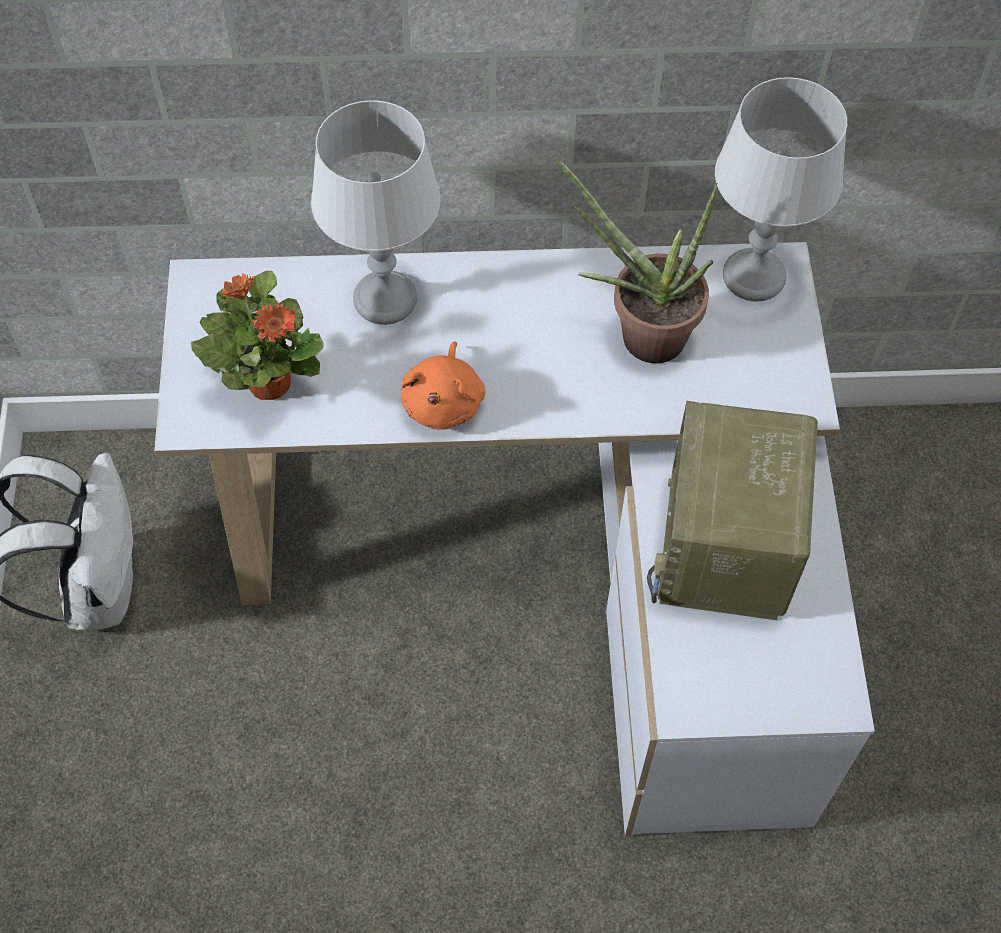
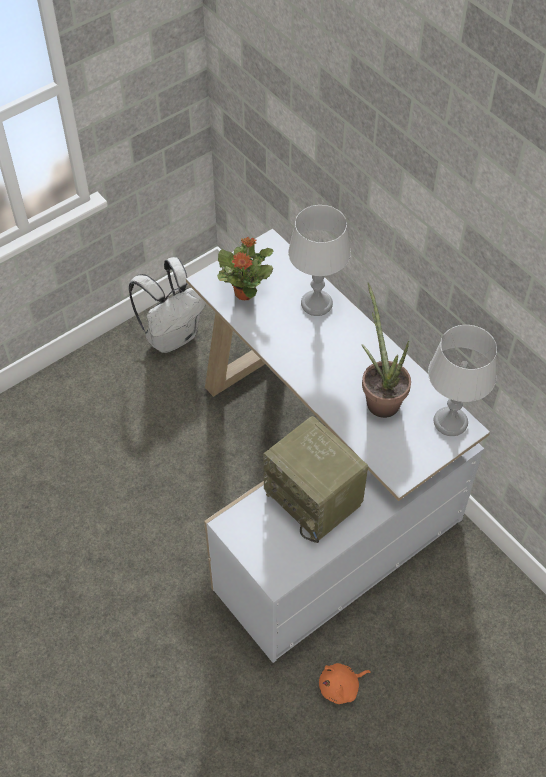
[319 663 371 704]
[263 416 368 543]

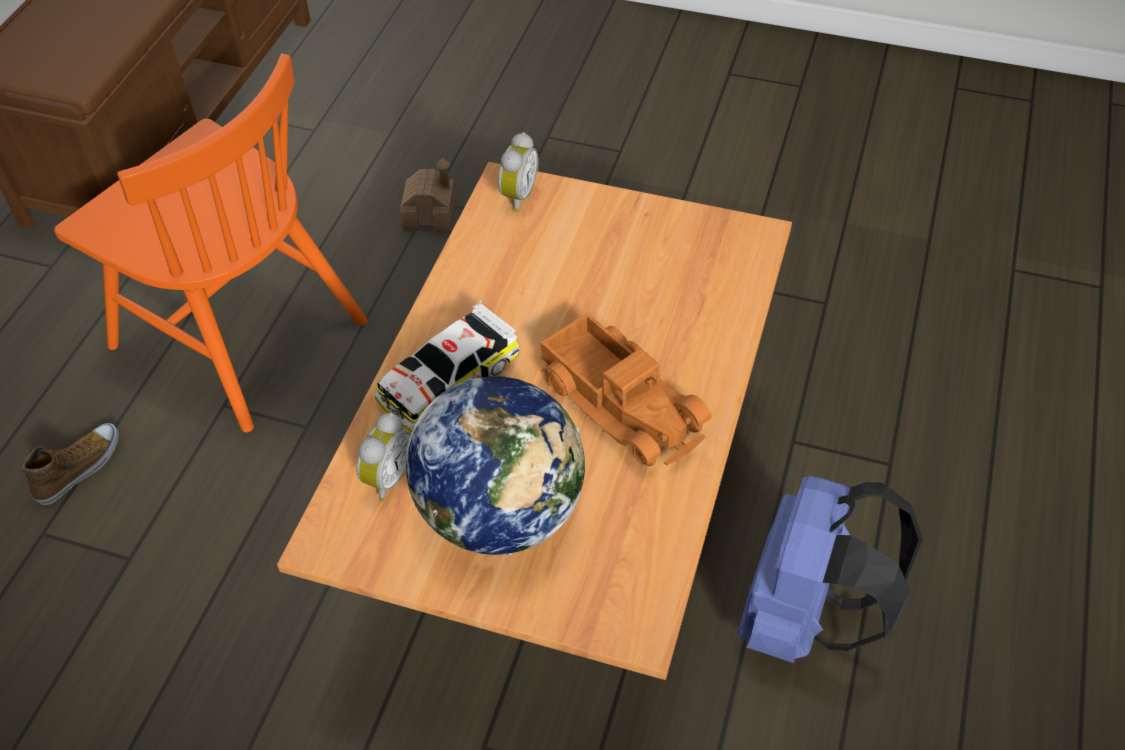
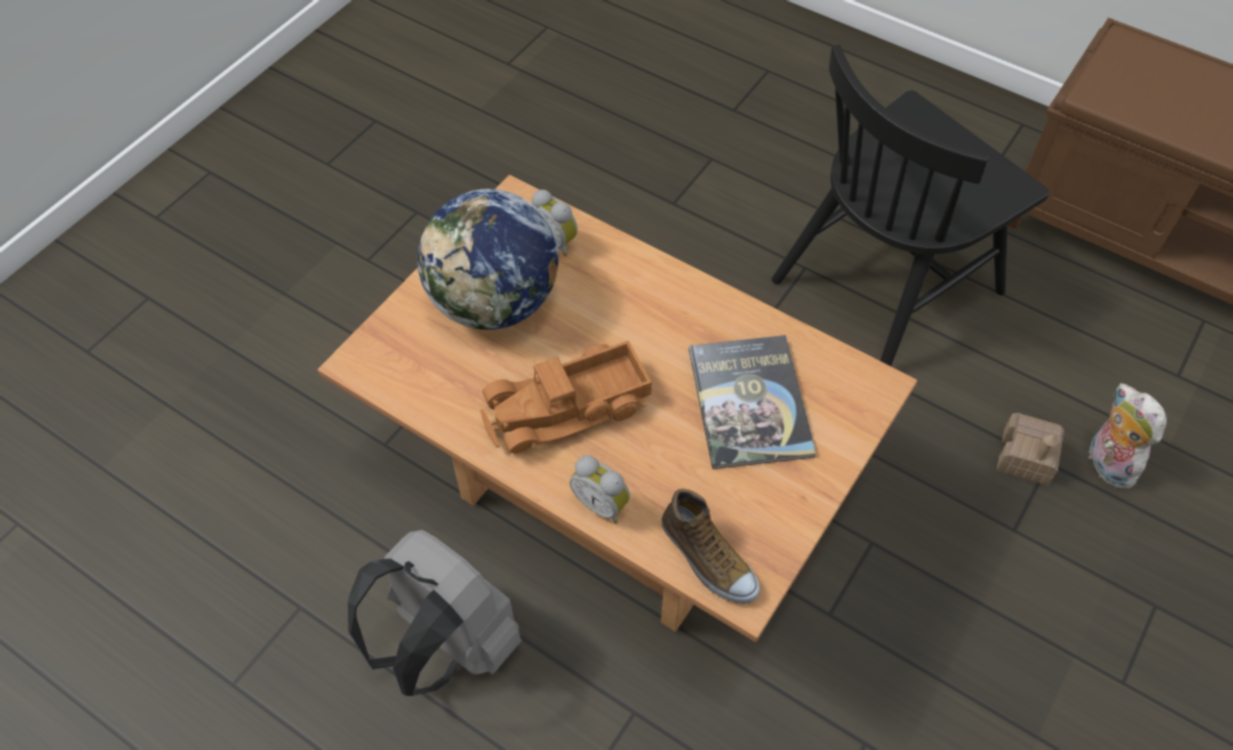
[772 45 1049 366]
[570 455 630 524]
[374 300 519 433] (first image)
[661 489 760 604]
[348 530 522 696]
[689 335 816 469]
[1087 383 1167 489]

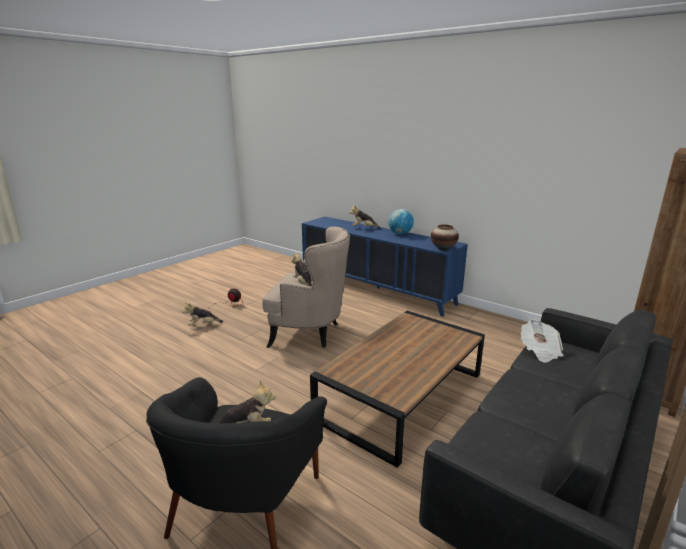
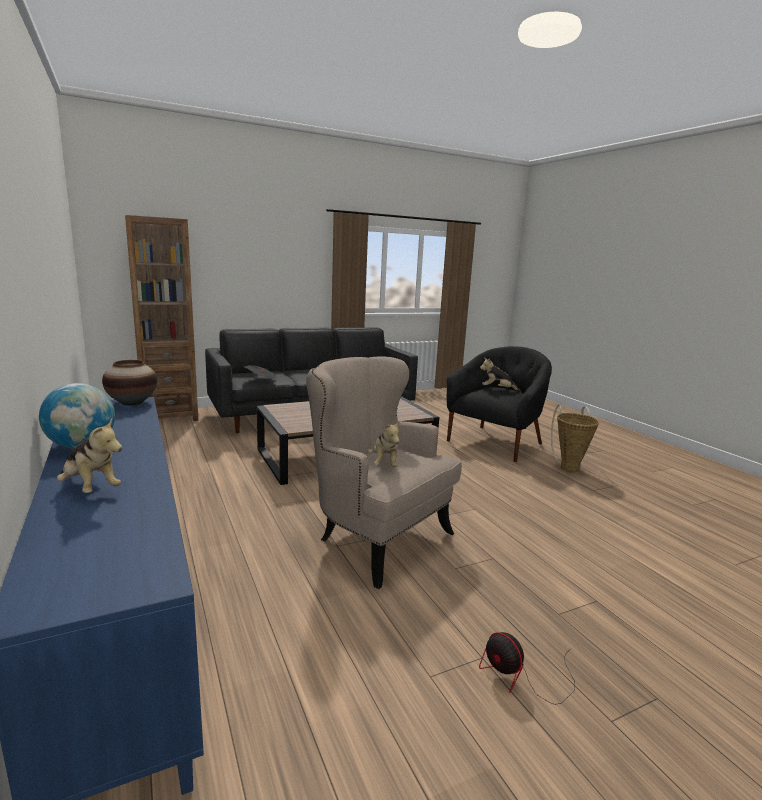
[183 302 223 326] (first image)
[551 404 599 473]

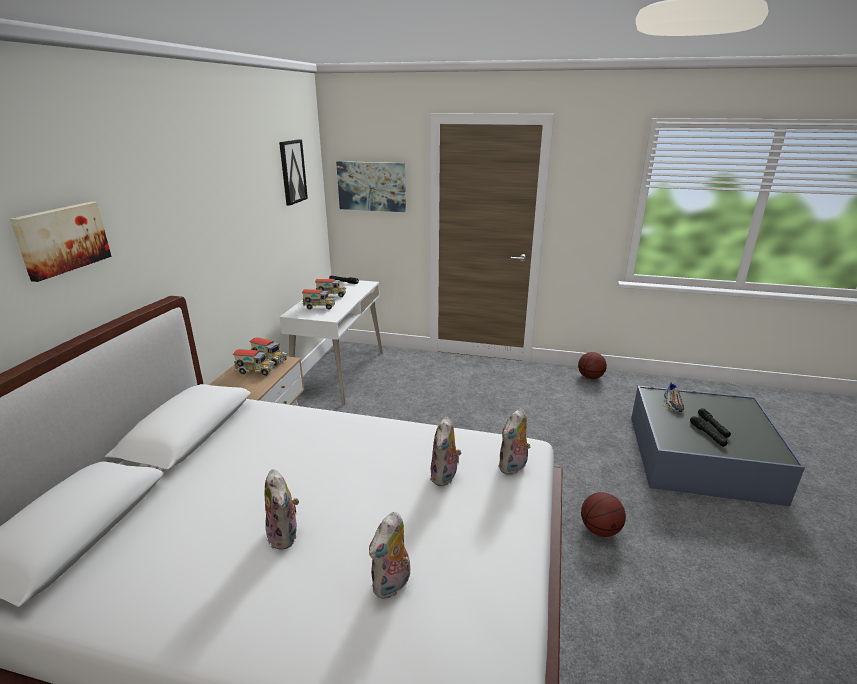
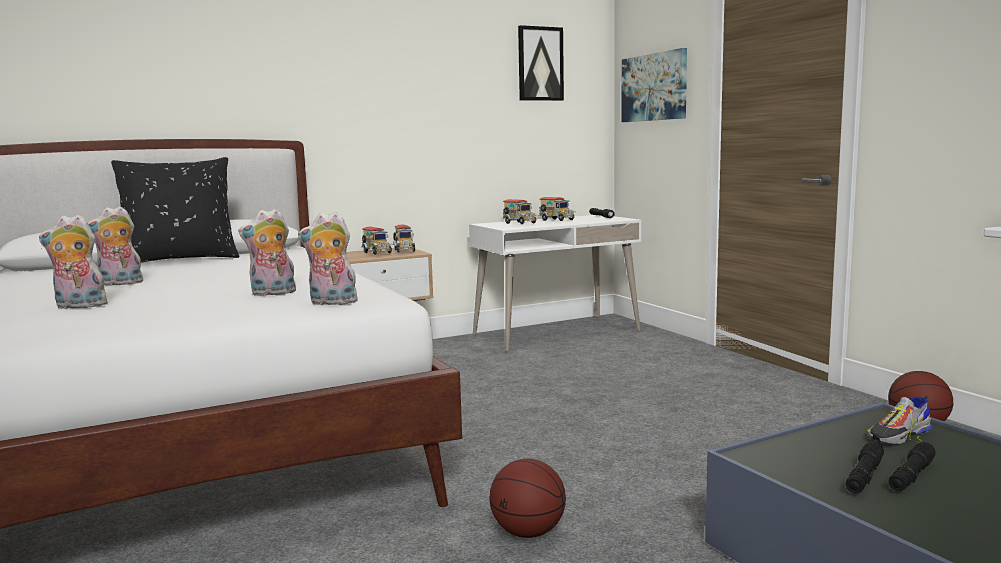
[10 202 112 282] (first image)
[88 206 143 286]
[111 157 240 262]

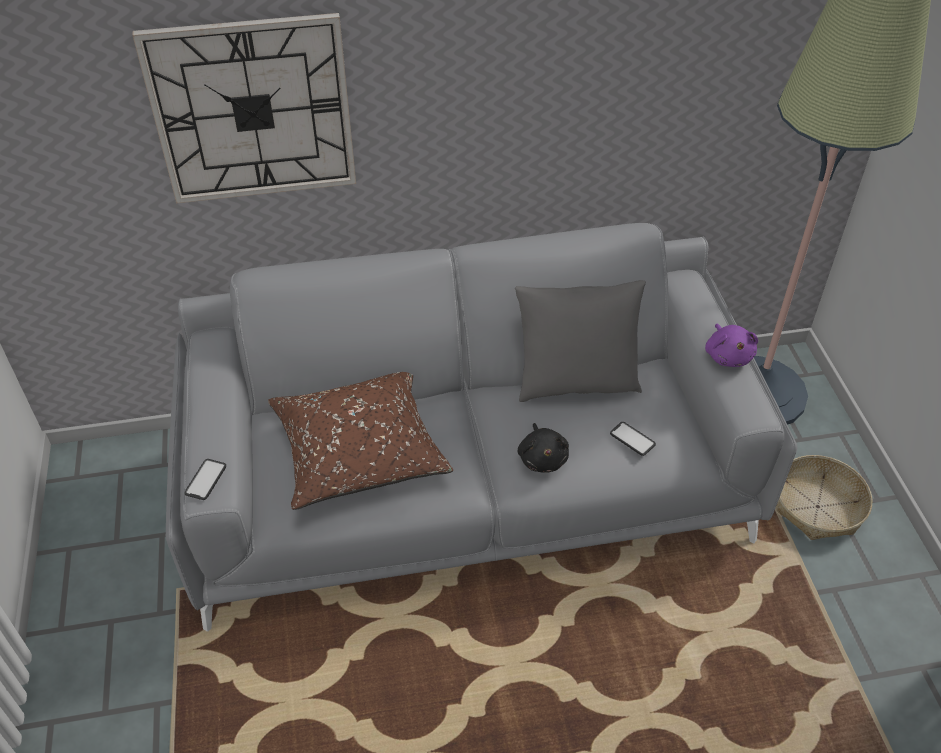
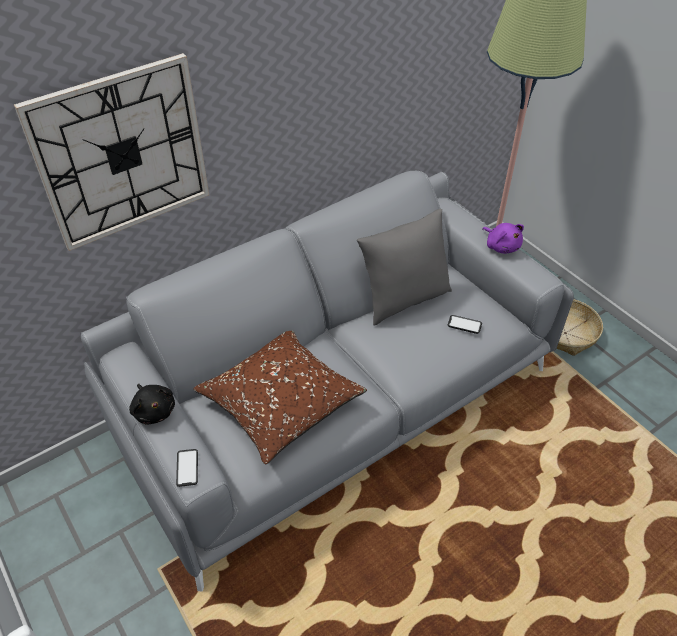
[129 384 175 425]

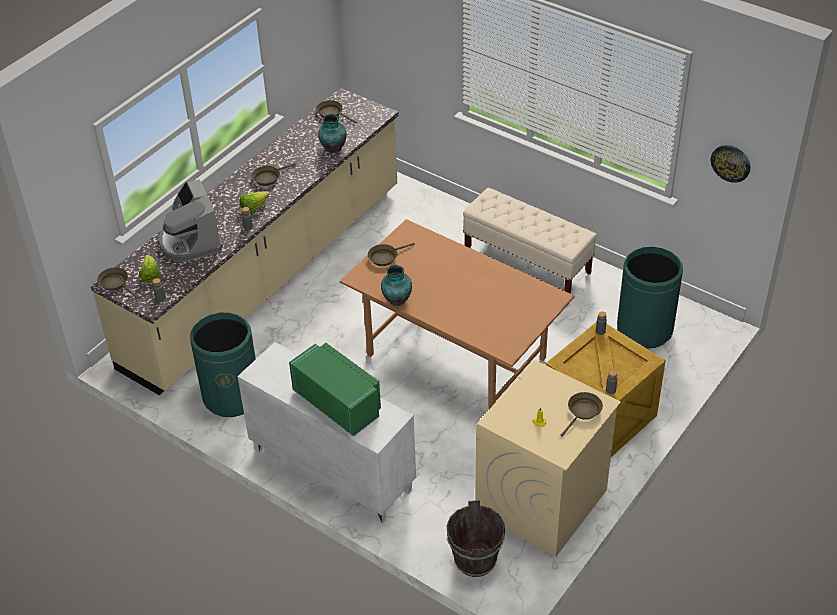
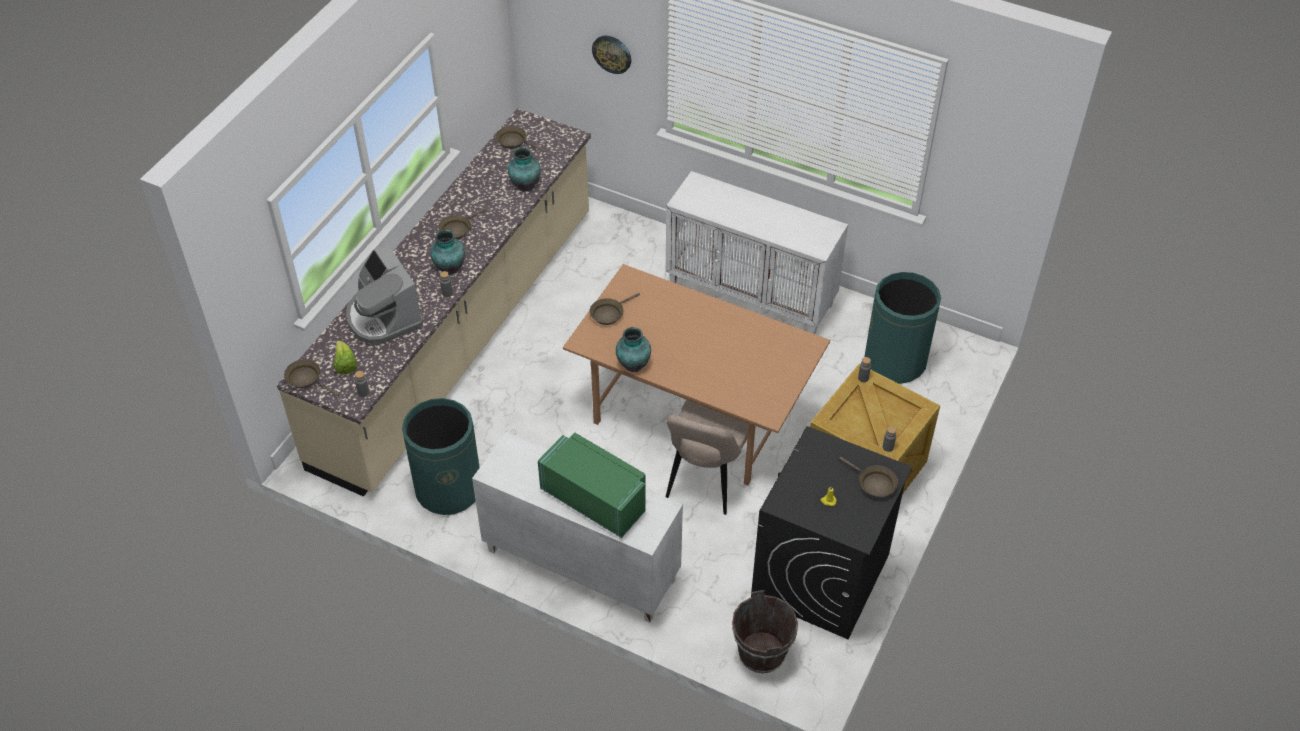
[592 36 631 74]
[666 171 848 334]
[430 230 465 275]
[751 426 912 639]
[839 457 898 498]
[666 400 748 515]

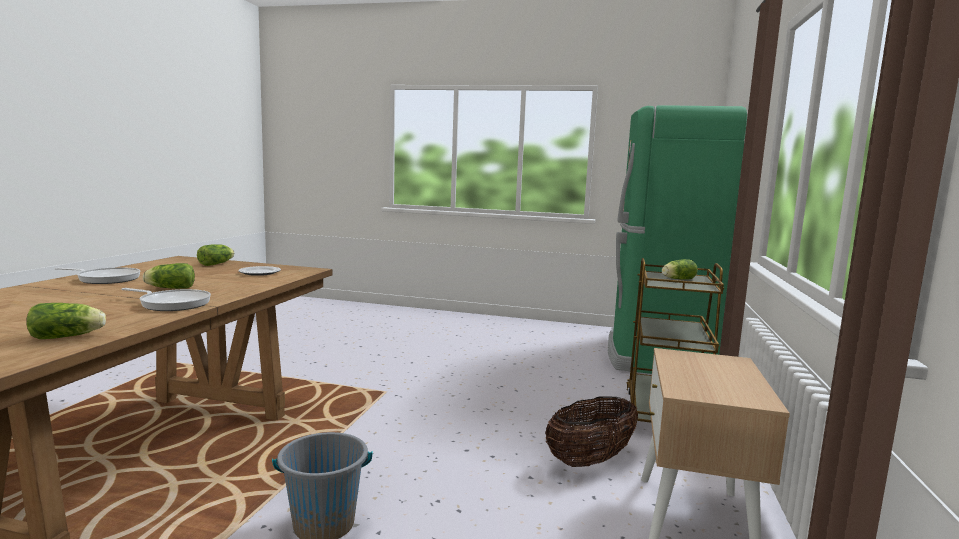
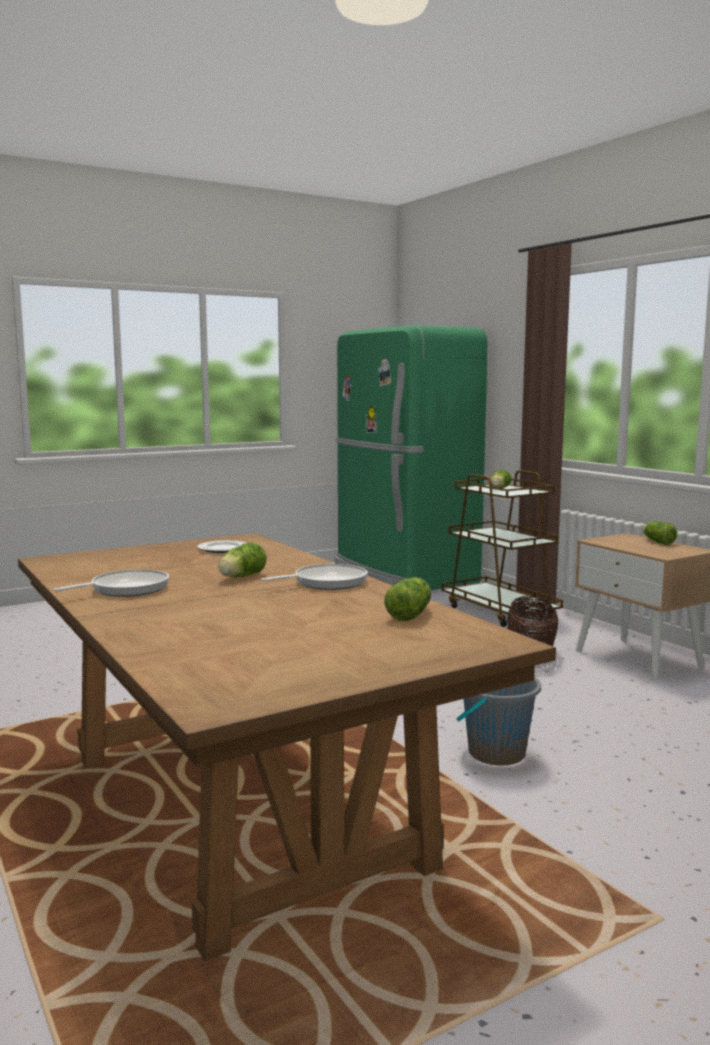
[643 521 677 545]

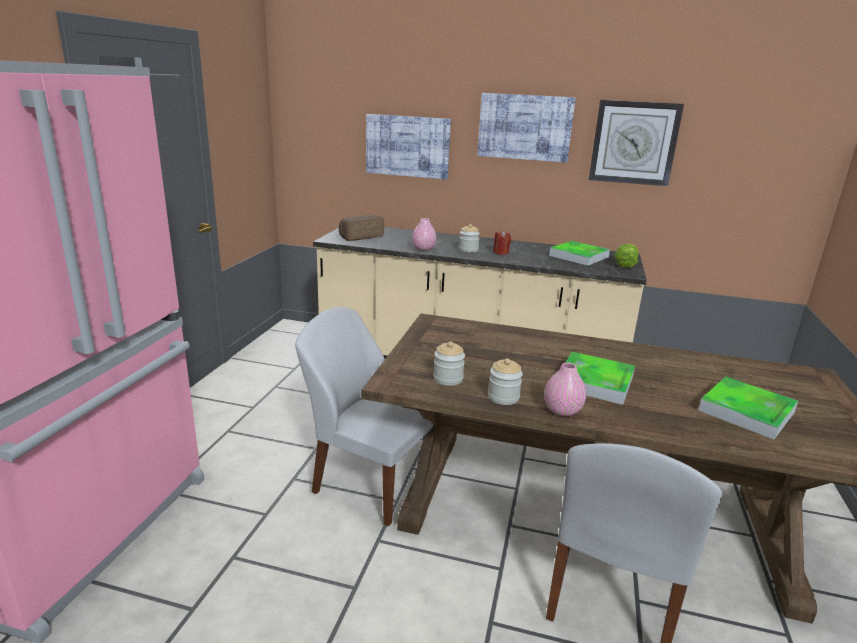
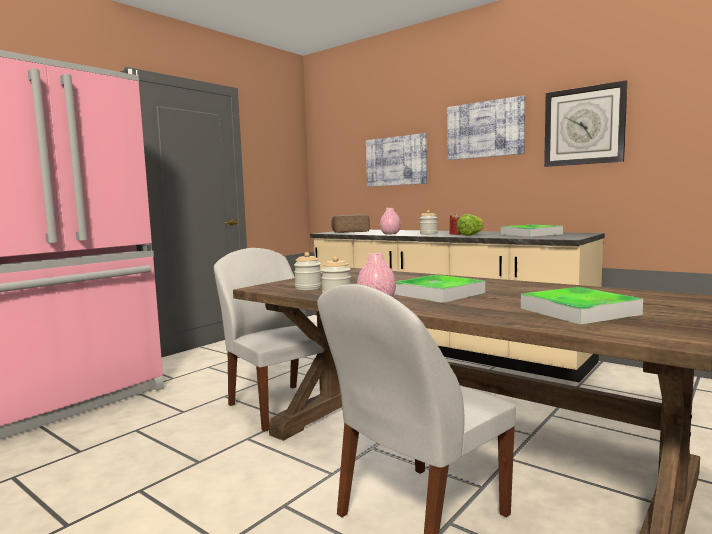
[457 214 483 236]

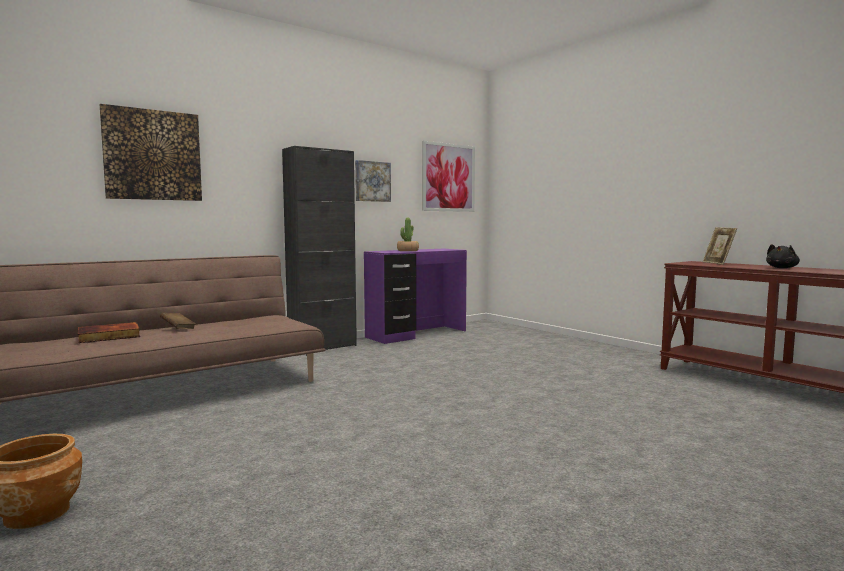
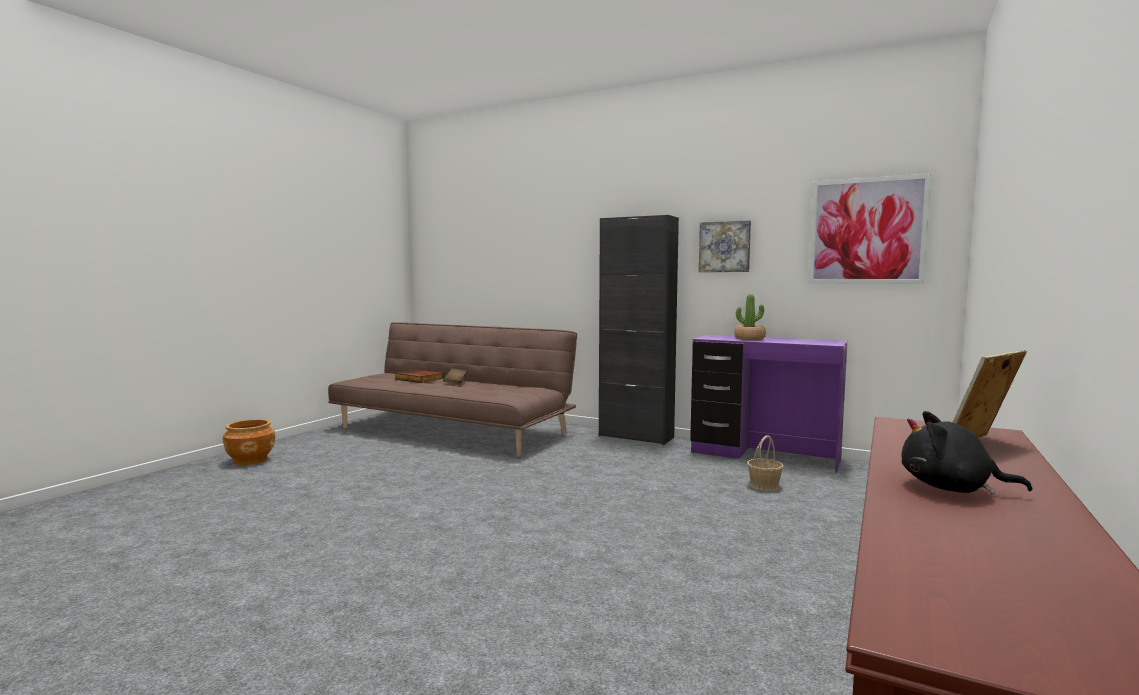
[100 104 202 201] (first image)
[747 435 784 491]

